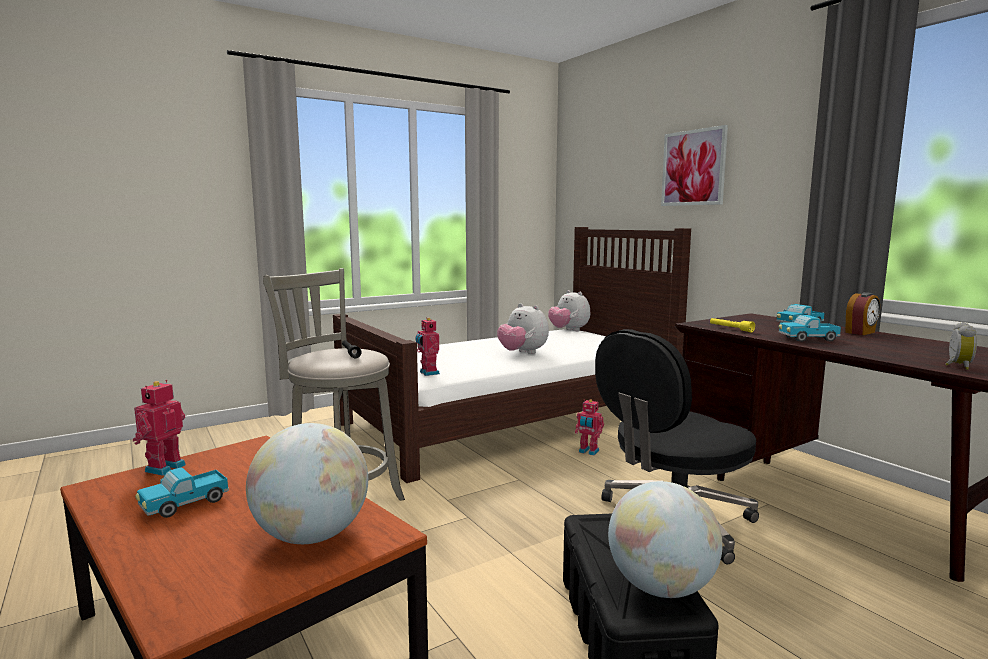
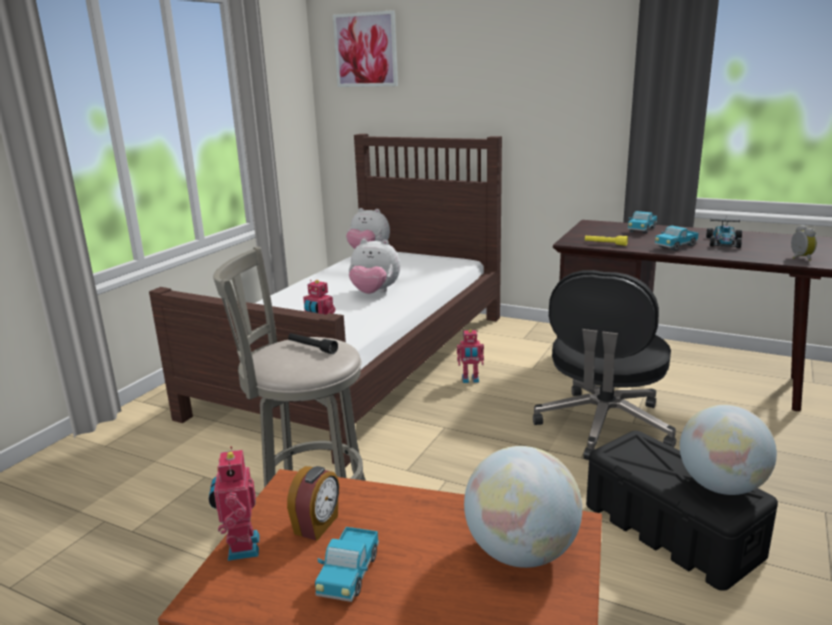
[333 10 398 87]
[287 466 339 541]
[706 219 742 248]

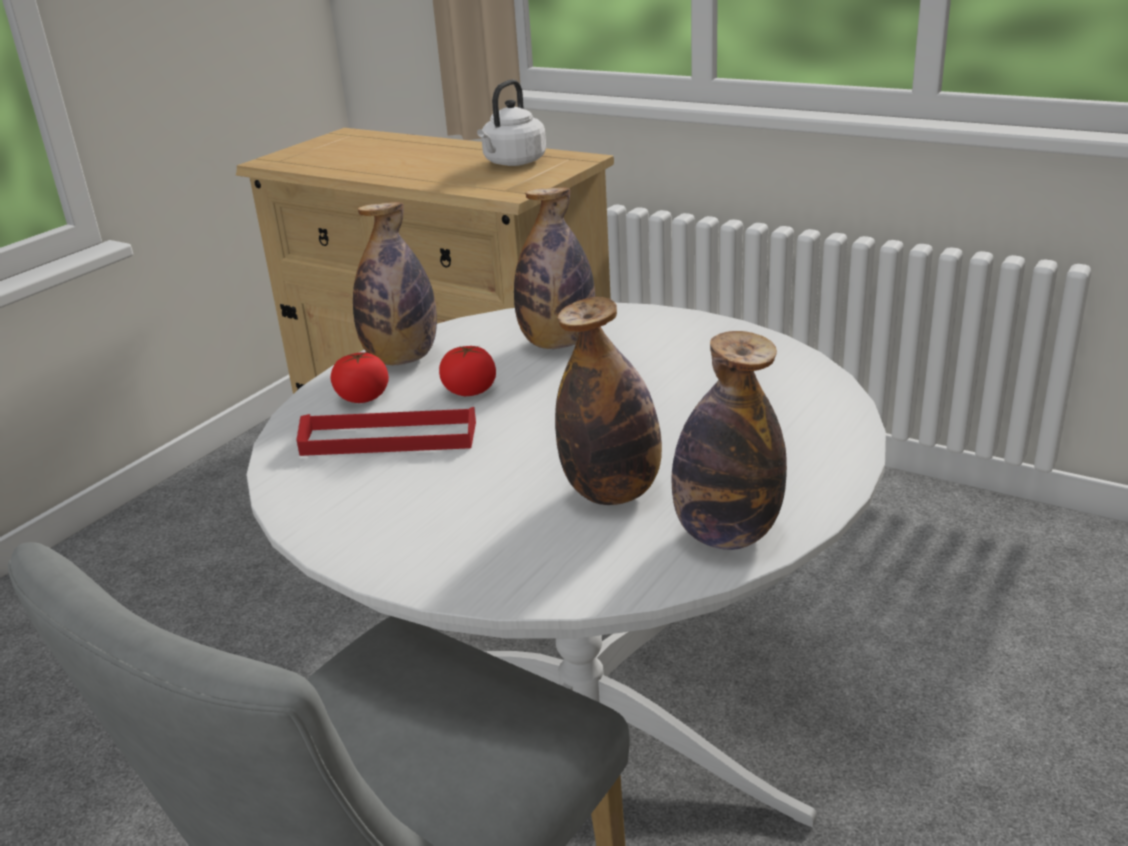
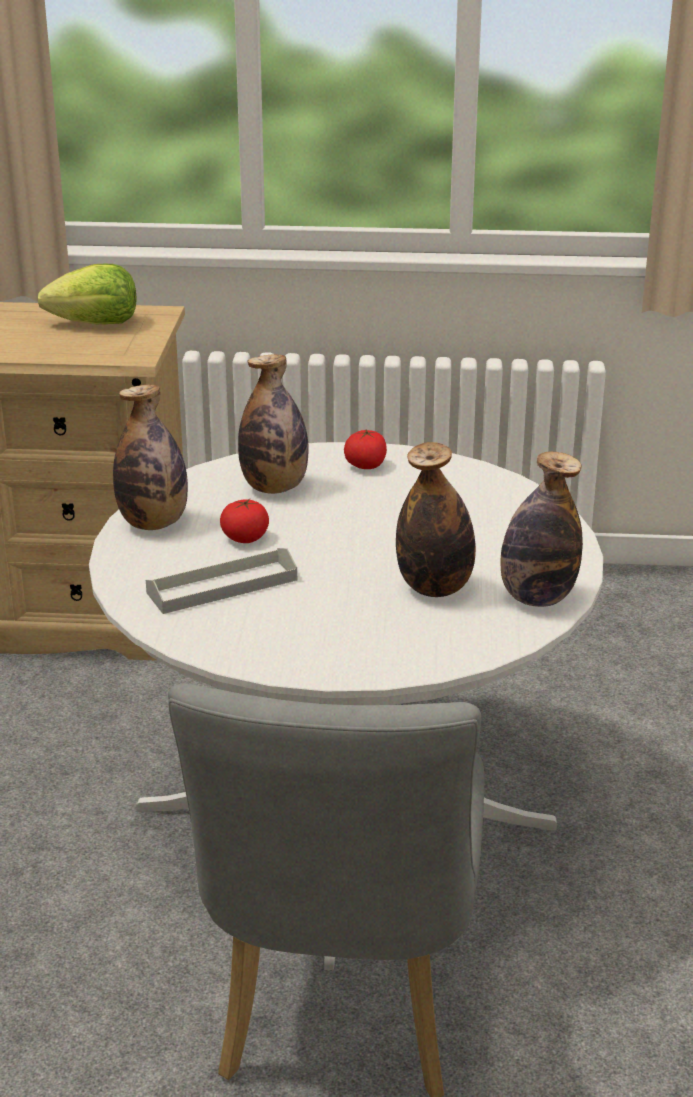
[38 264 137 324]
[344 429 387 469]
[146 548 297 614]

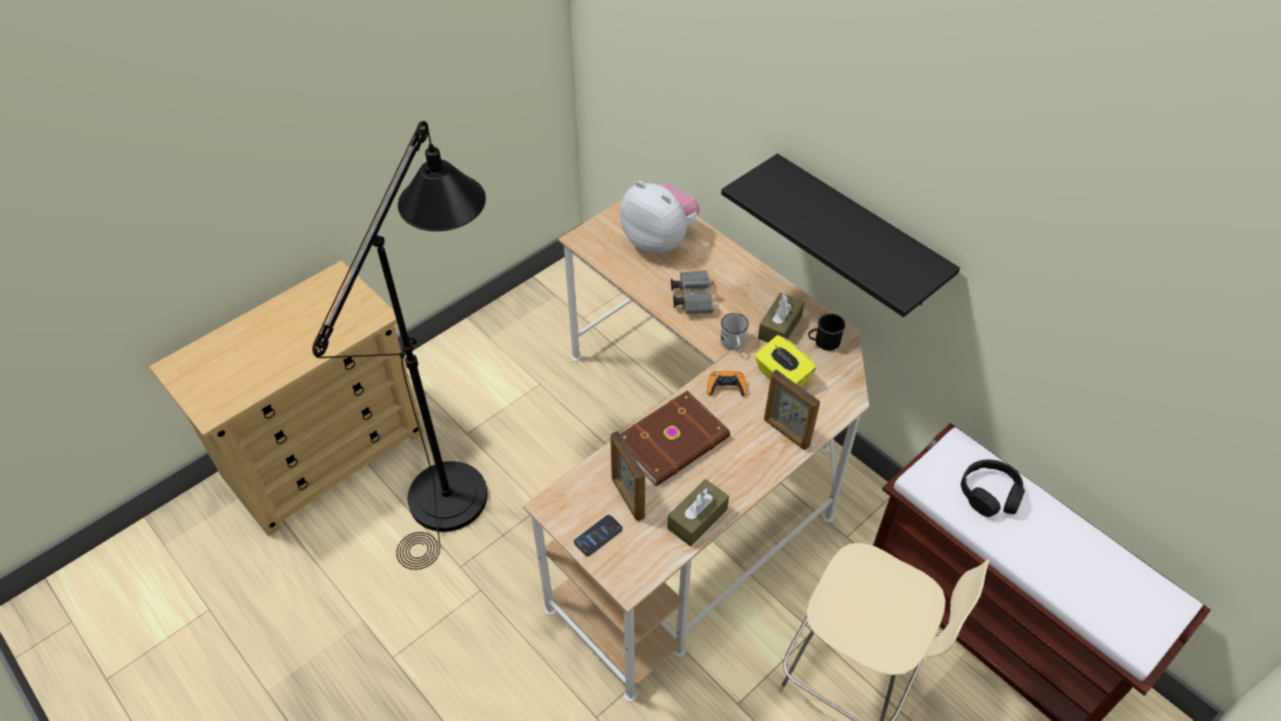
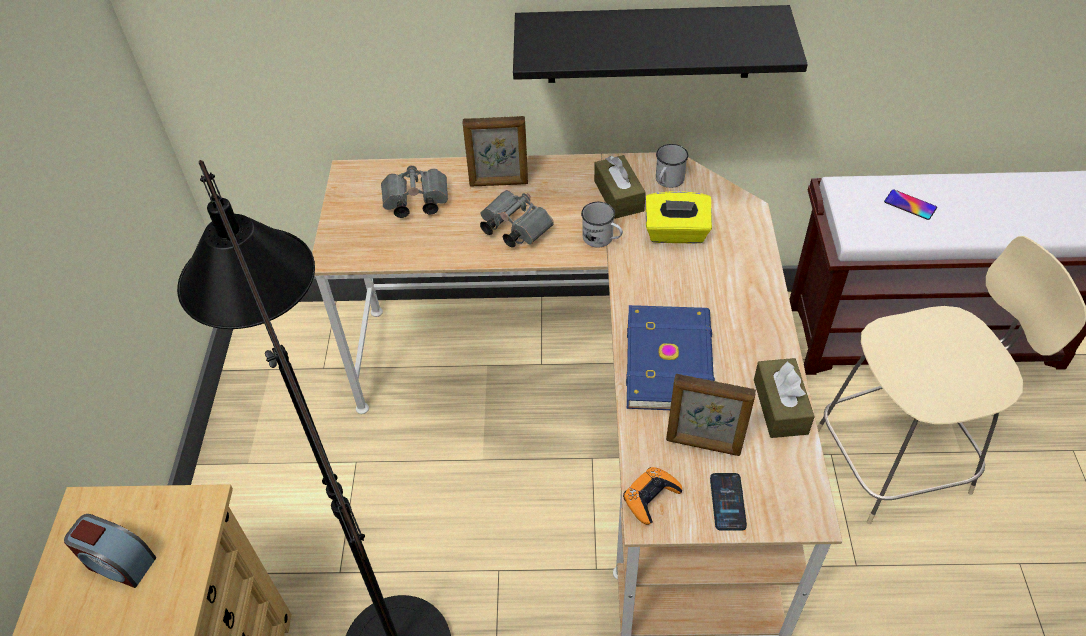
[381 165 448 218]
[656 144 688 188]
[463 116 528 187]
[623 467 682 525]
[626 305 715 410]
[884 189 937 220]
[64 514 156 588]

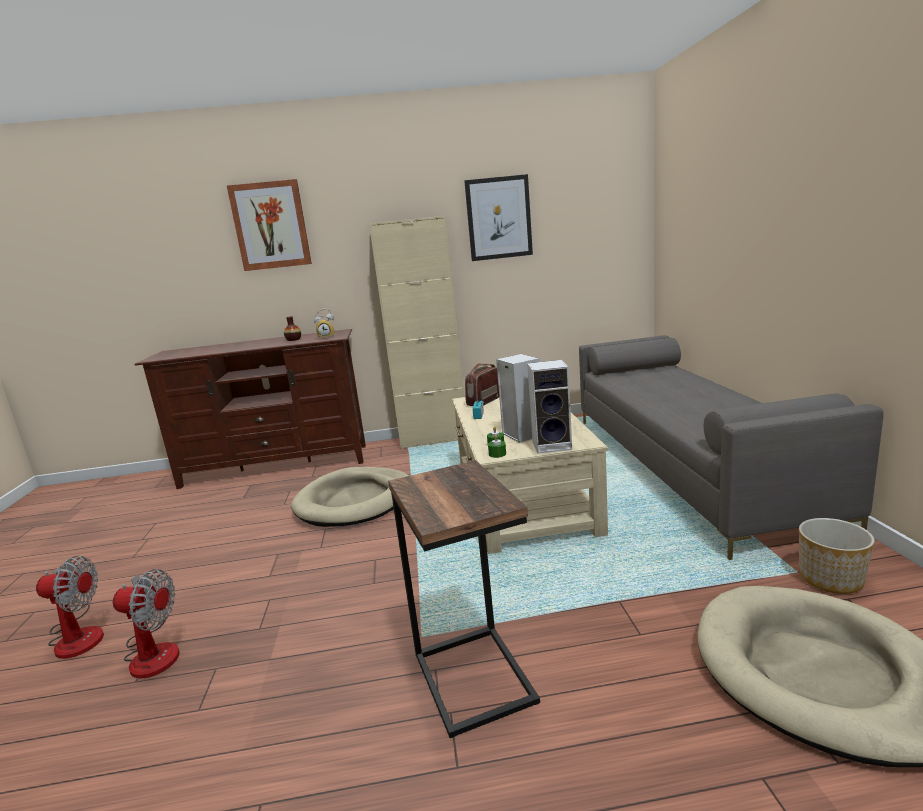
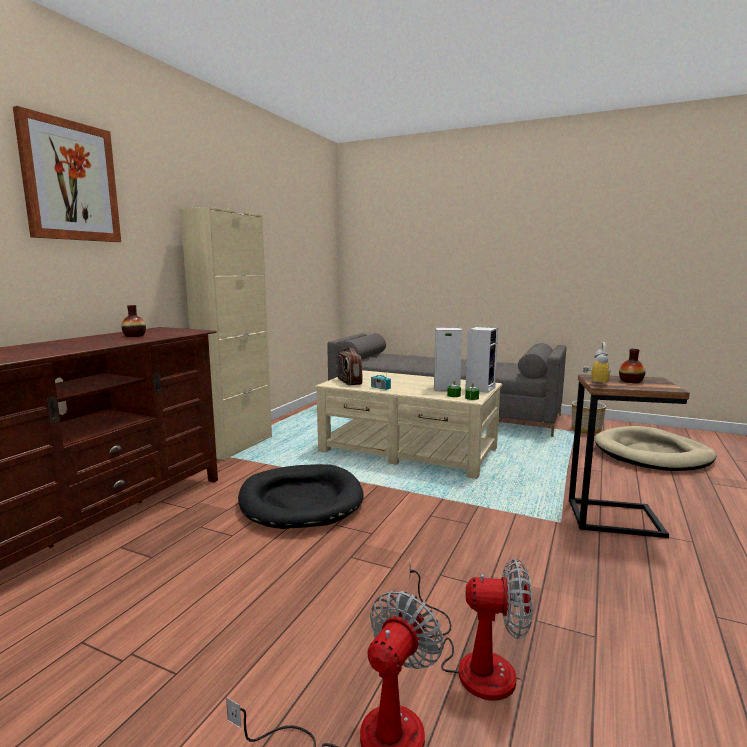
[464 174 533 261] (first image)
[583 342 610 386]
[238 464 364 529]
[409 557 532 701]
[619 349 646 383]

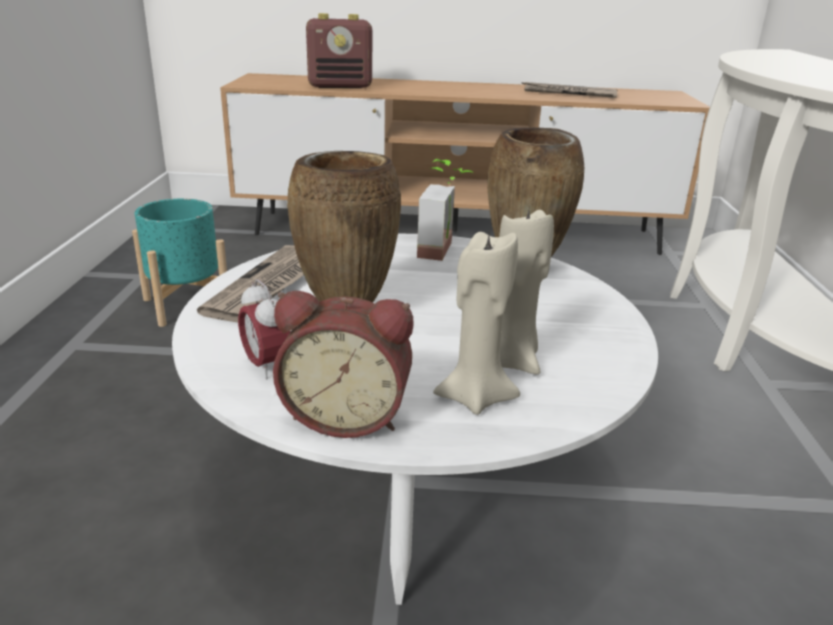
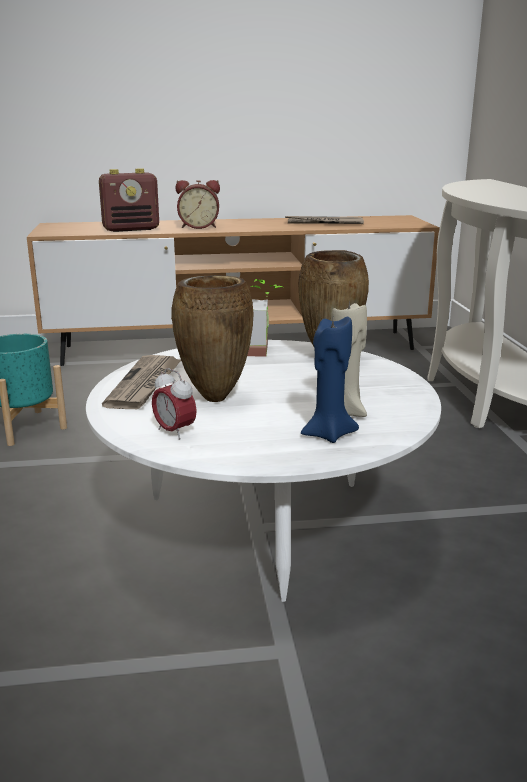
[301 317 359 443]
[176 180 220 229]

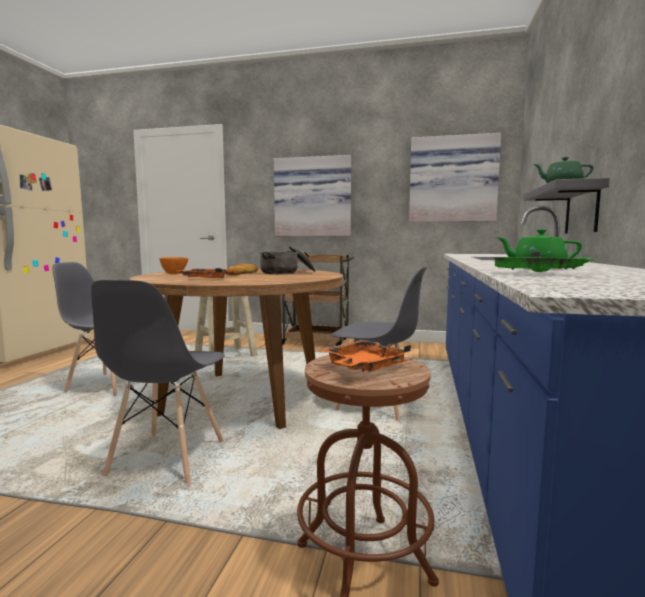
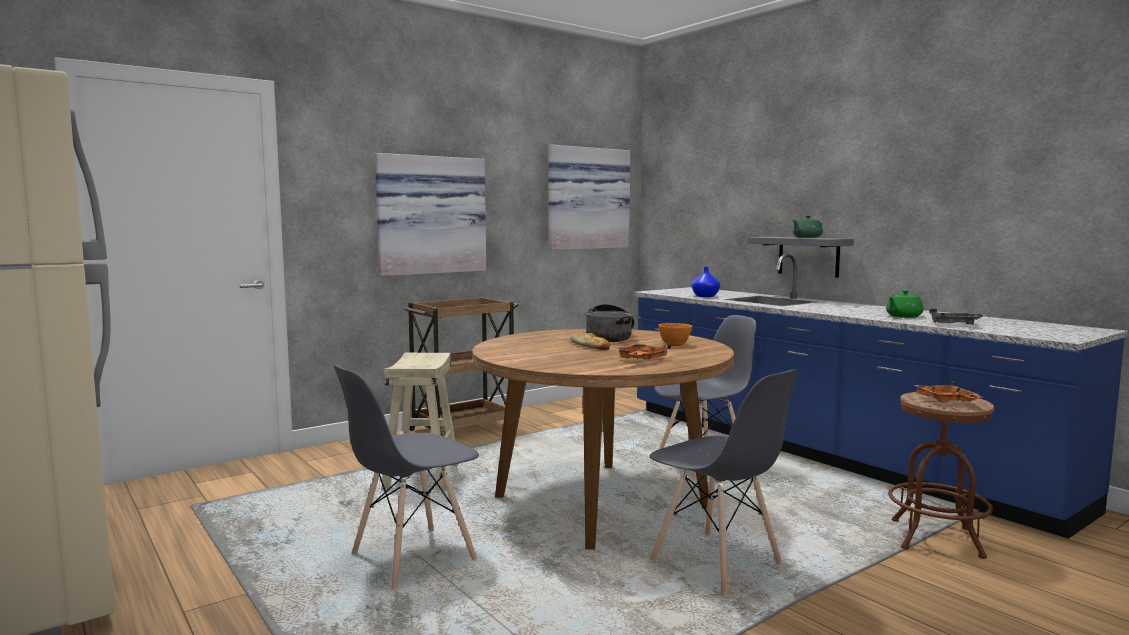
[929 308 988 325]
[658 323 692 346]
[692 267 720 297]

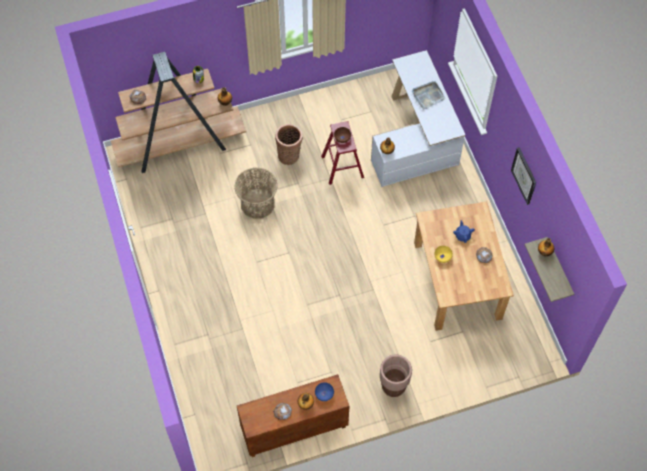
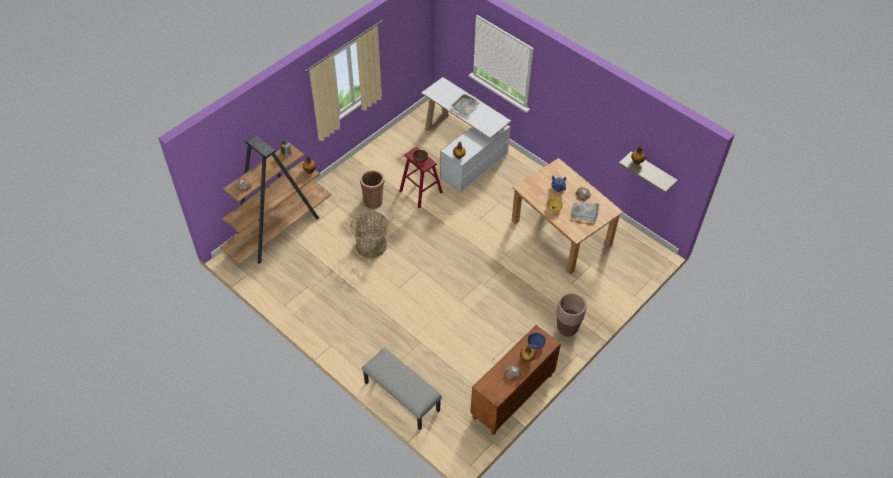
[511 147 536 205] (first image)
[571 203 599 222]
[362 348 442 430]

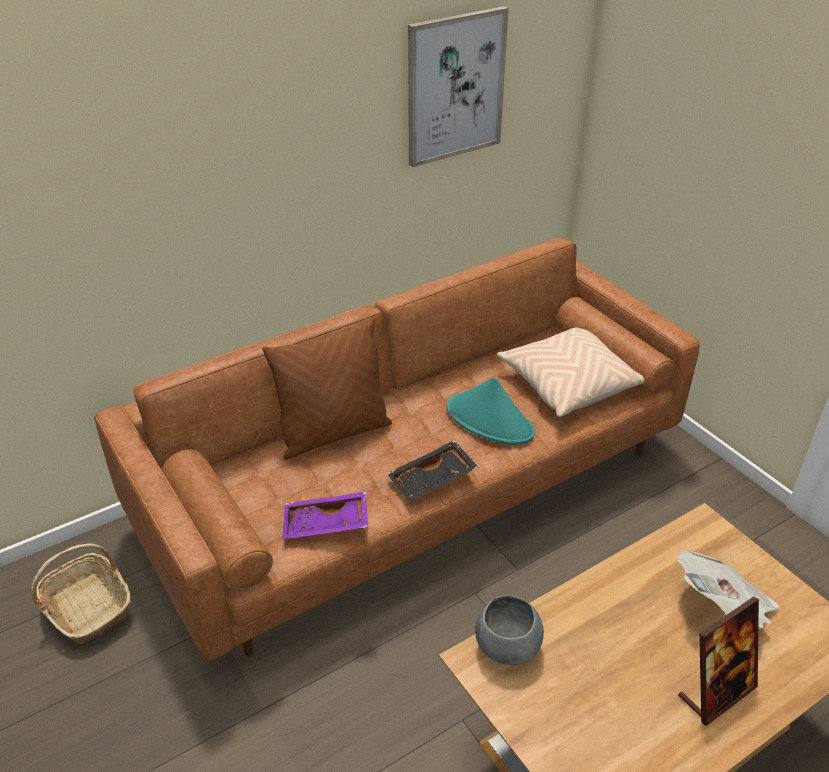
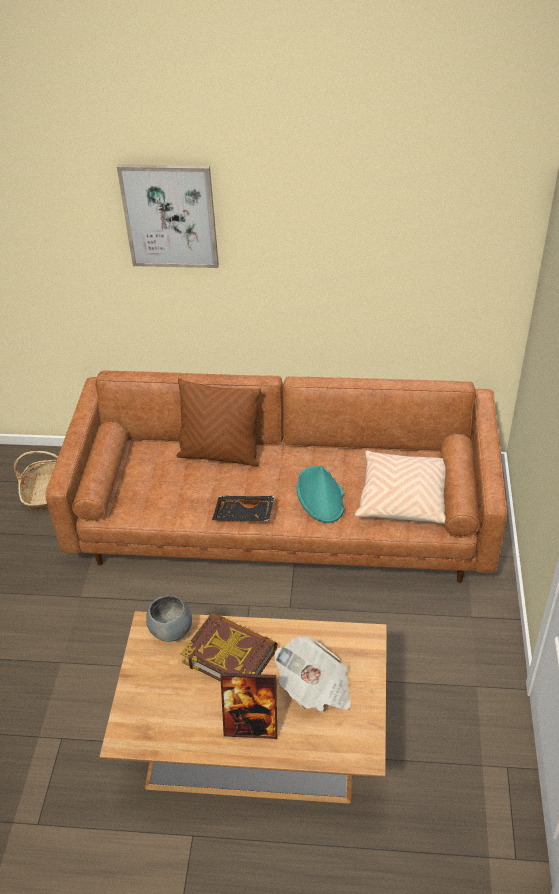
[117 164 219 268]
[282 492 367 539] (first image)
[180 613 278 682]

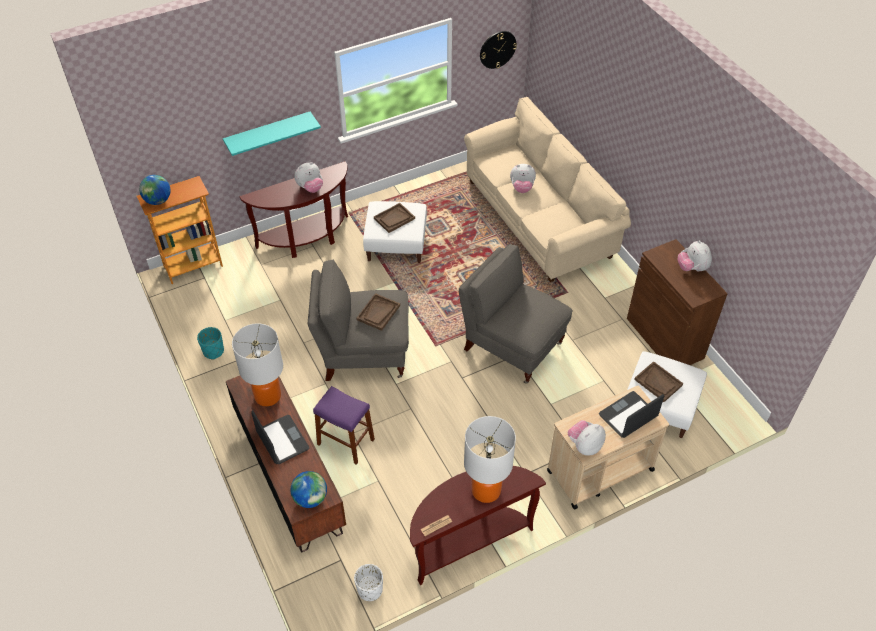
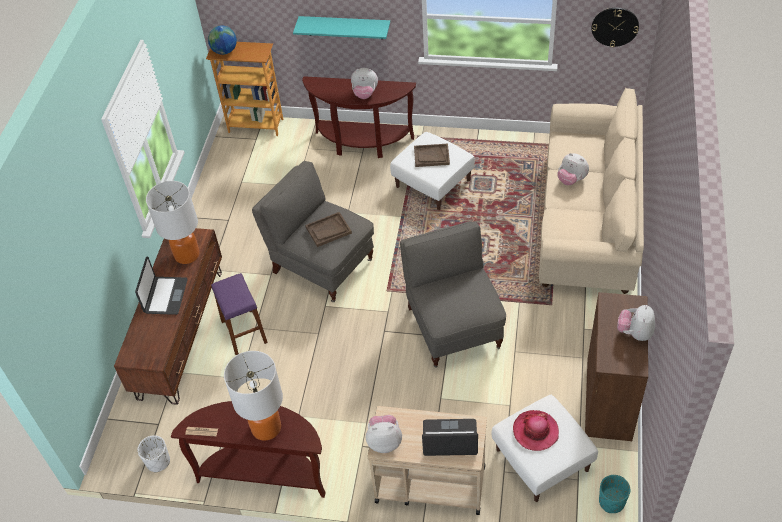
[599 475 630 513]
[513 410 559 451]
[291 471 327 508] (first image)

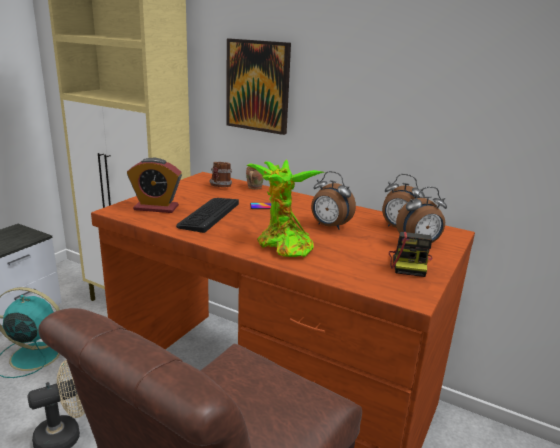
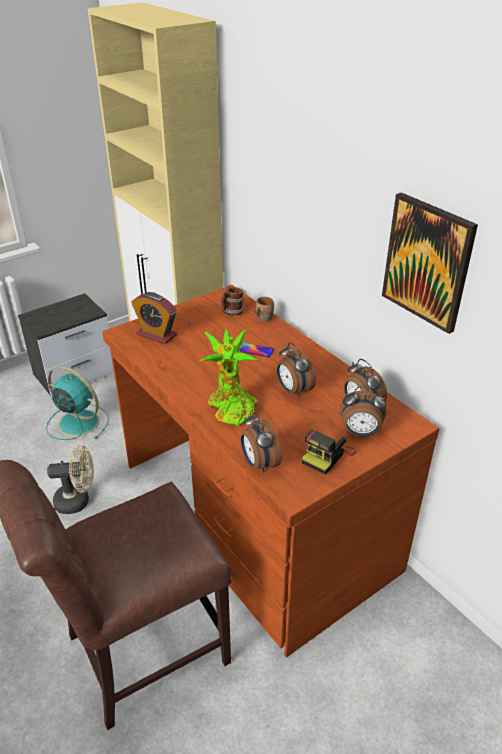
[382 192 478 334]
[176 198 239 233] (first image)
[241 412 282 473]

